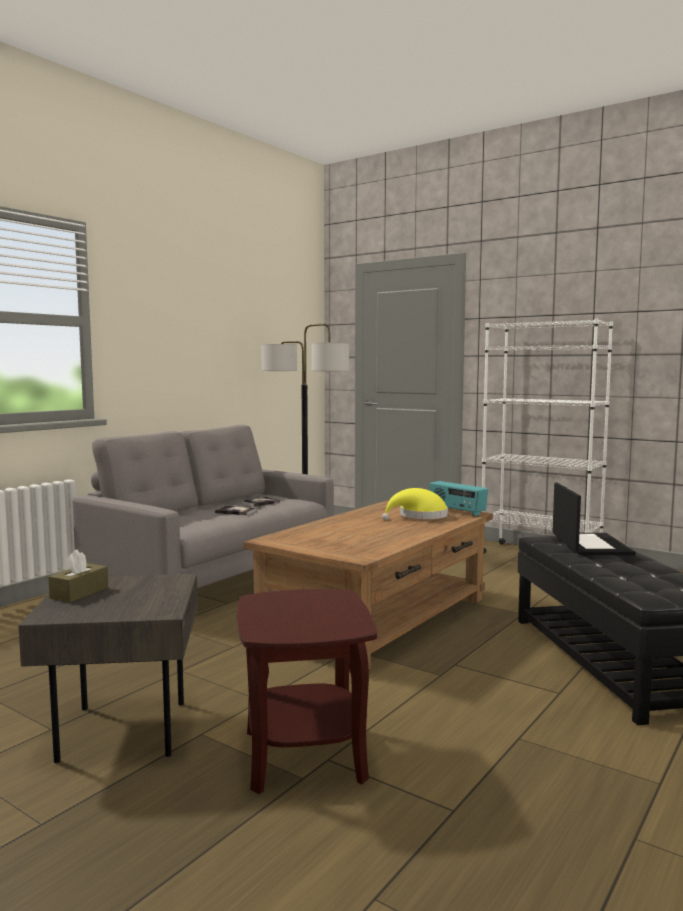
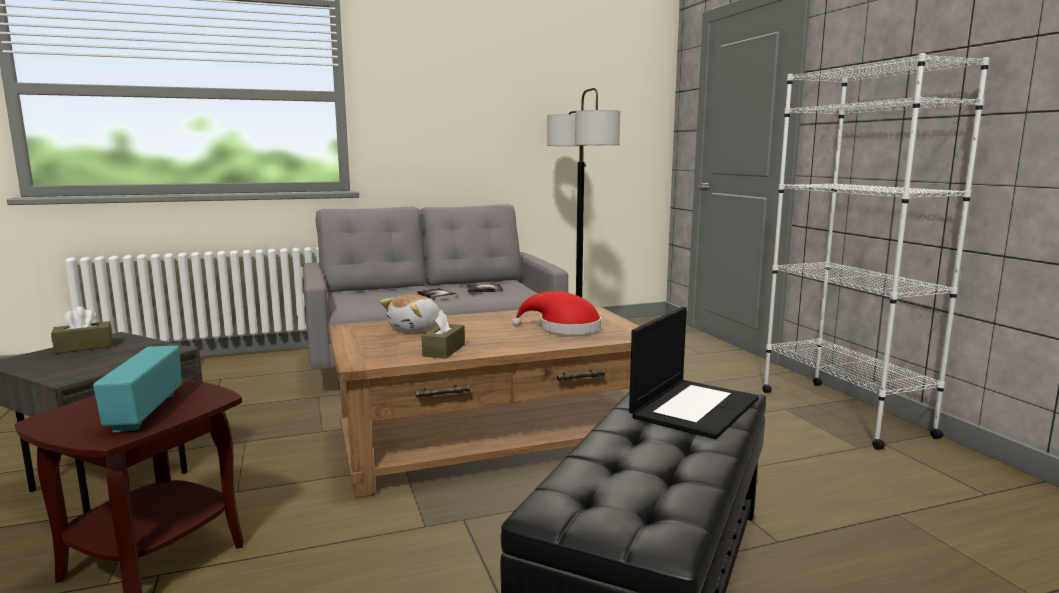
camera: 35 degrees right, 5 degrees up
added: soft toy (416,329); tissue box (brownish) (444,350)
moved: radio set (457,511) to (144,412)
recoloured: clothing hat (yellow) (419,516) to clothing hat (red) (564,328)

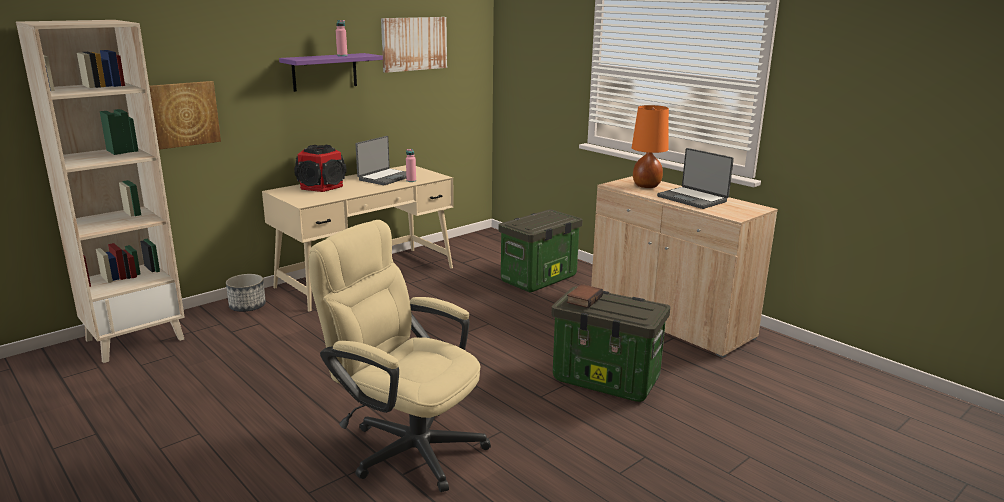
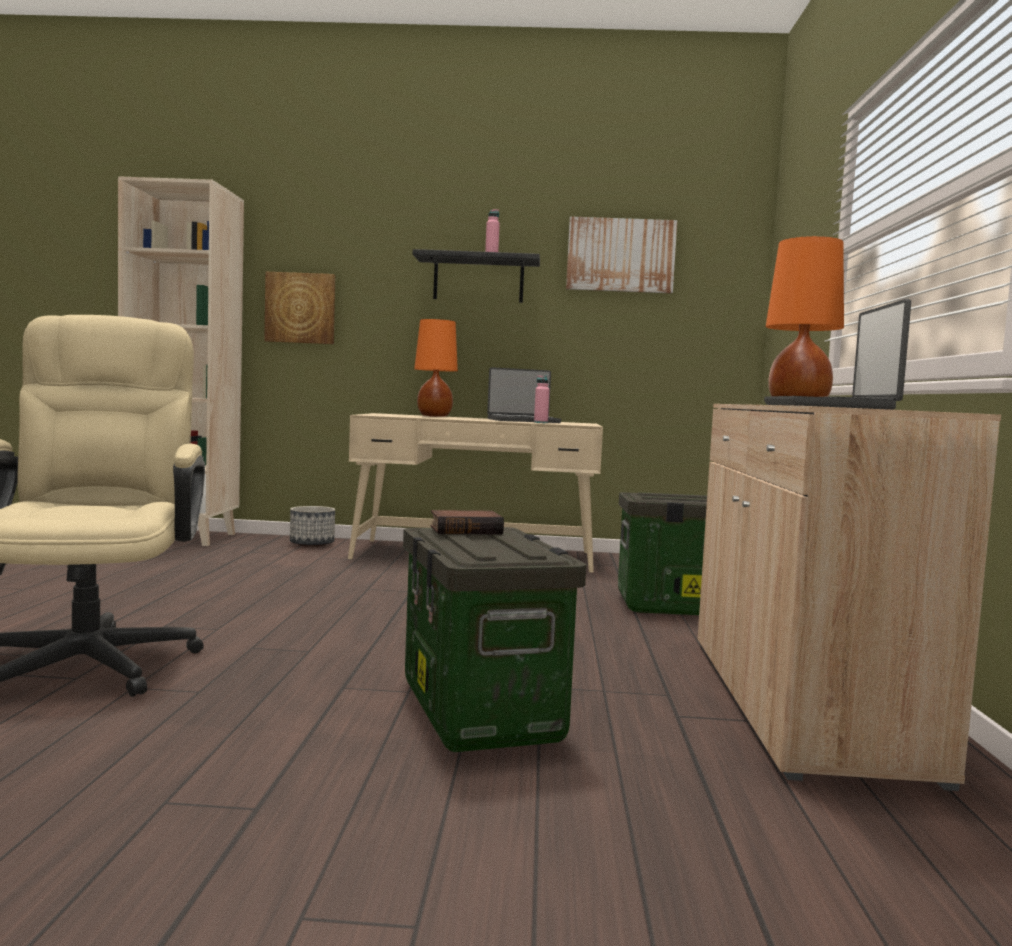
camera: 45 degrees right, 15 degrees down
replaced: loudspeaker (321,186) to table lamp (orangey) (434,416)
recoloured: shelf (purple) (324,72) to shelf (black-coloured) (478,280)

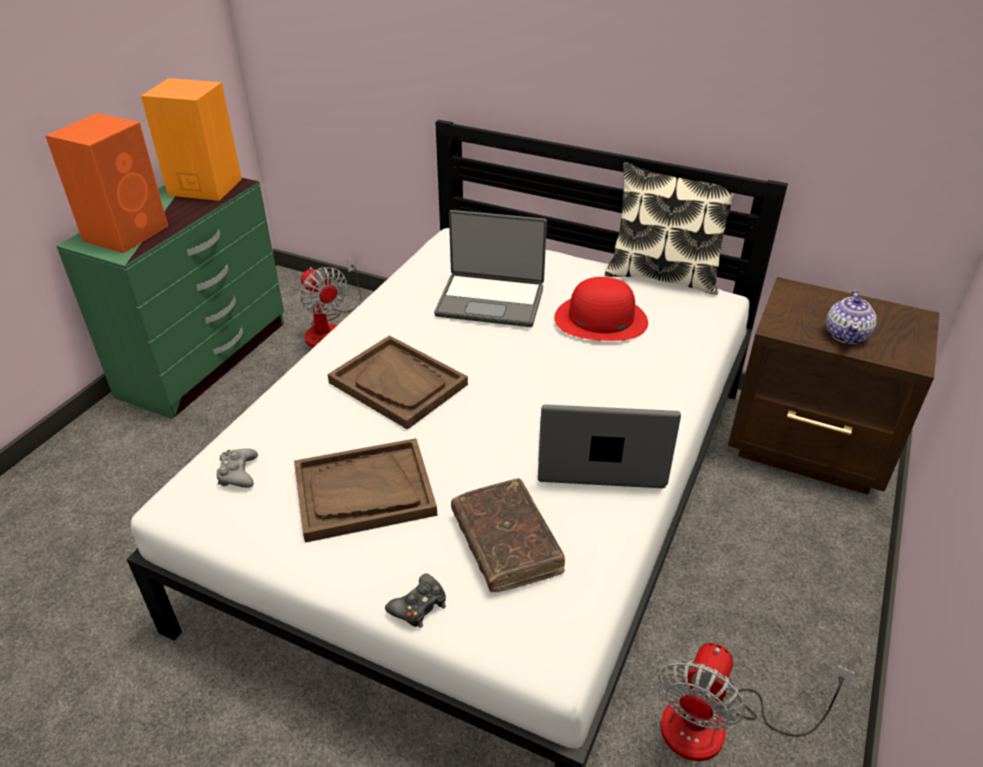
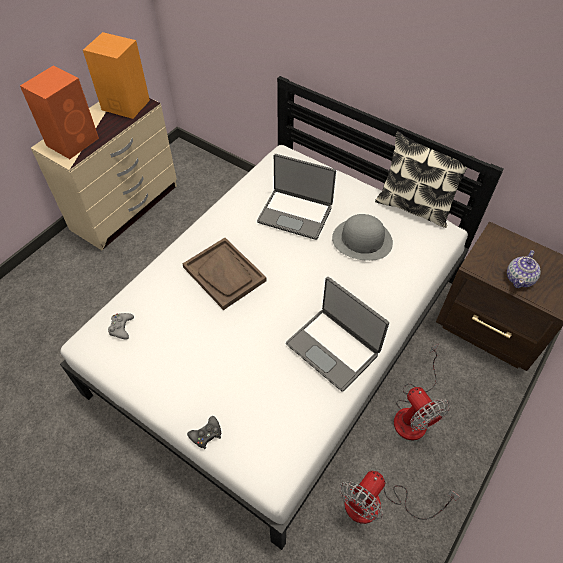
camera: 10 degrees right, 15 degrees up
removed: tray (brownish) (364,492); volume (brownish) (506,543)
moved: fan (330,328) to (413,413)
recoloured: dresser (greenish) (207,358) to dresser (sand-coloured) (126,207); clothing hat (red) (600,319) to clothing hat (grey) (362,240)
turned: portable computer (599,457) = (333,348) 150 degrees counterclockwise

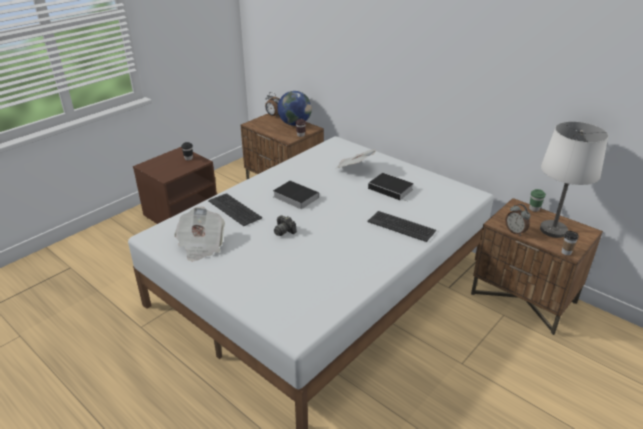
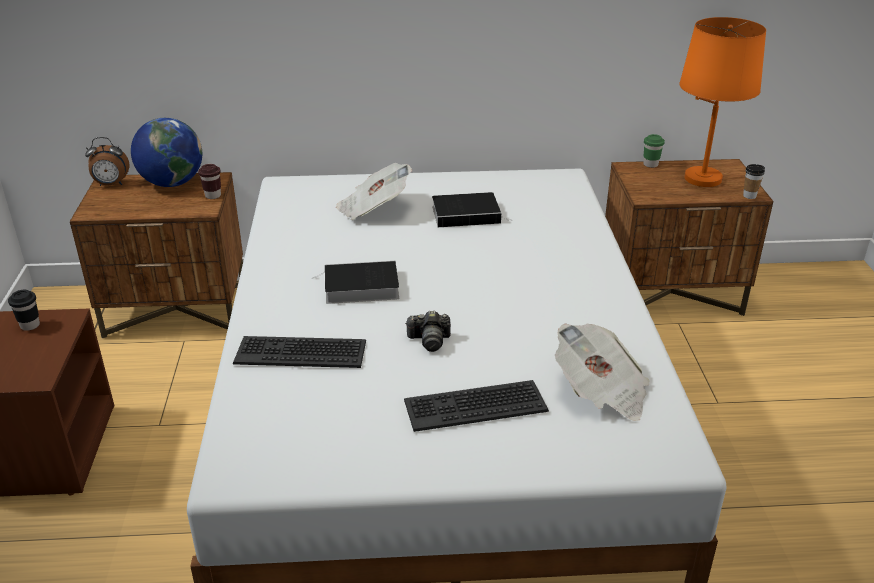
camera: 45 degrees left, 0 degrees up
removed: table clock (515,231)
moved: daily paper (201,245) to (601,392); PC keyboard (401,226) to (475,406)
recoloured: table lamp (whitish) (553,230) to table lamp (orangey) (703,178)

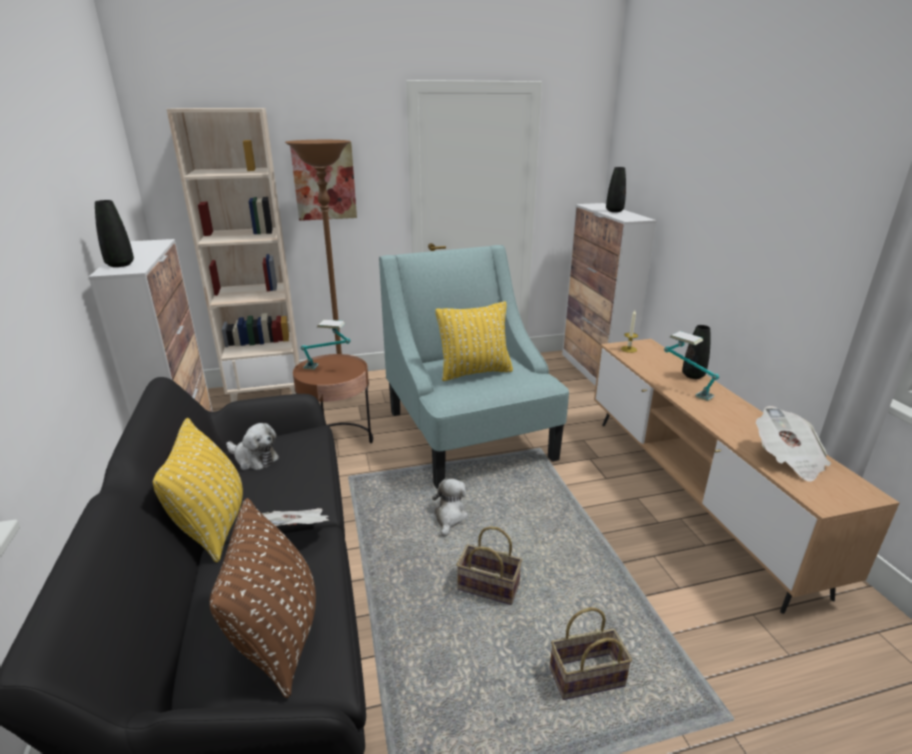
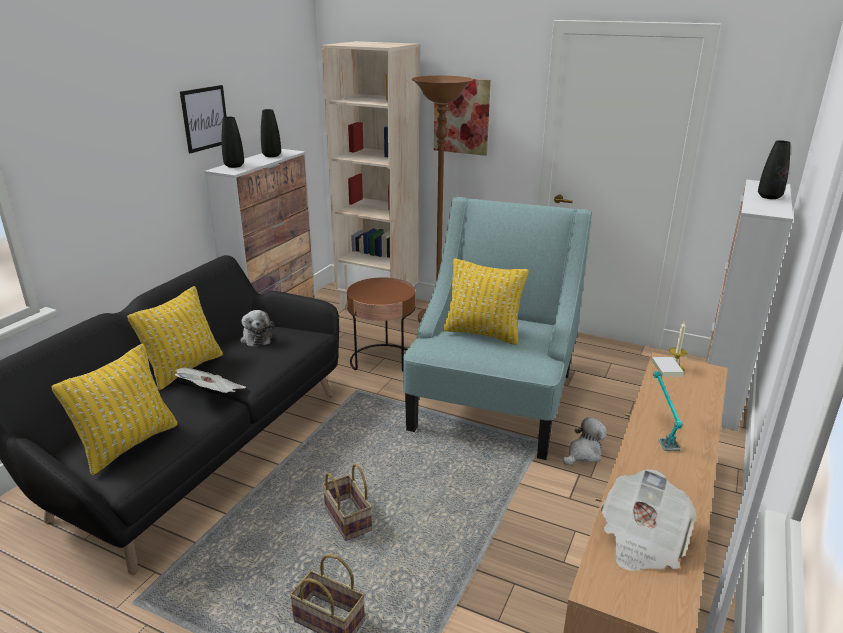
camera: 40 degrees right, 0 degrees up
removed: table lamp (328,368)
added: wall art (205,118)
moved: soft toy (450,517) to (583,454); decorative vase (black-coloured) (693,376) to (272,156)
recoloured: pillow (brownish) (278,636) to pillow (yellow) (128,444)

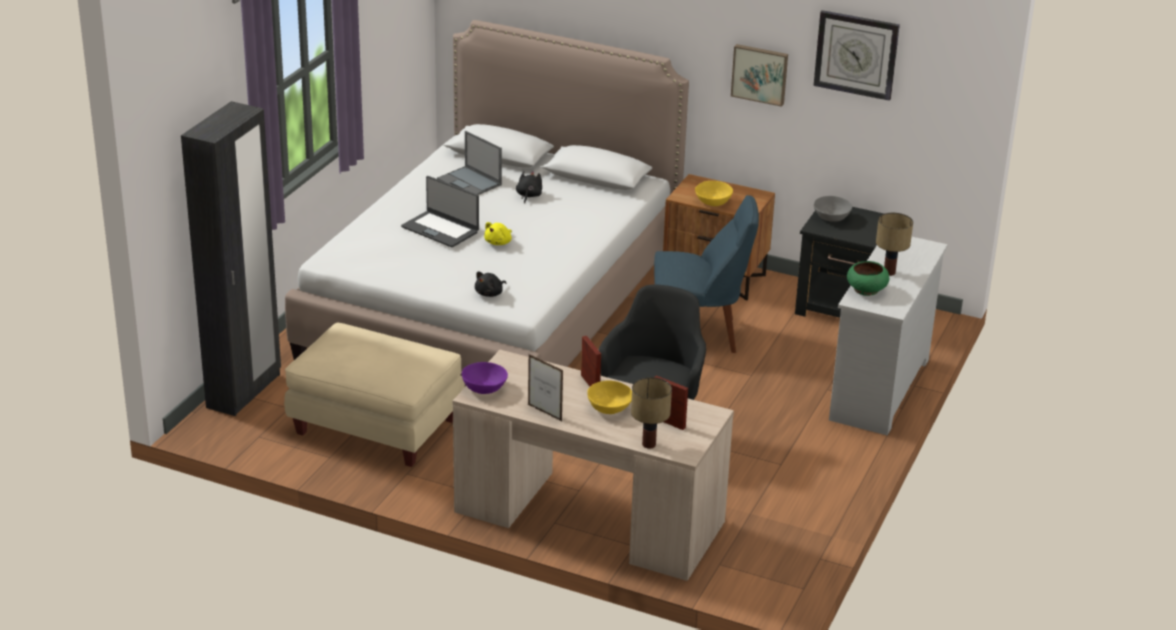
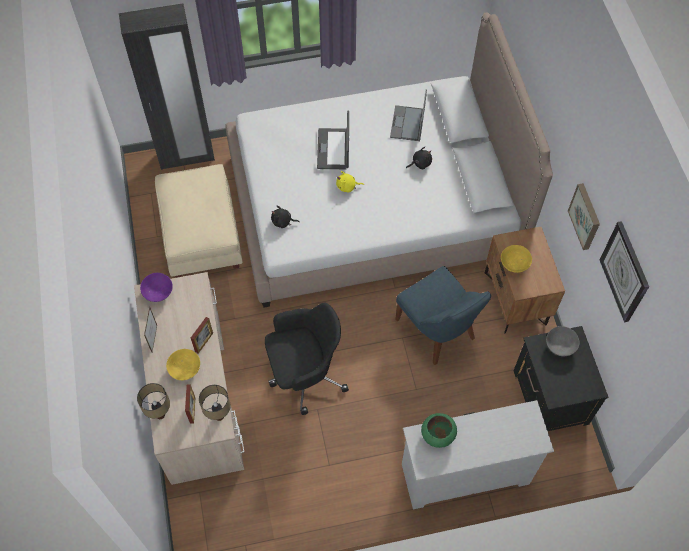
camera: 55 degrees right, 30 degrees up
moved: table lamp (889,273) to (218,416)

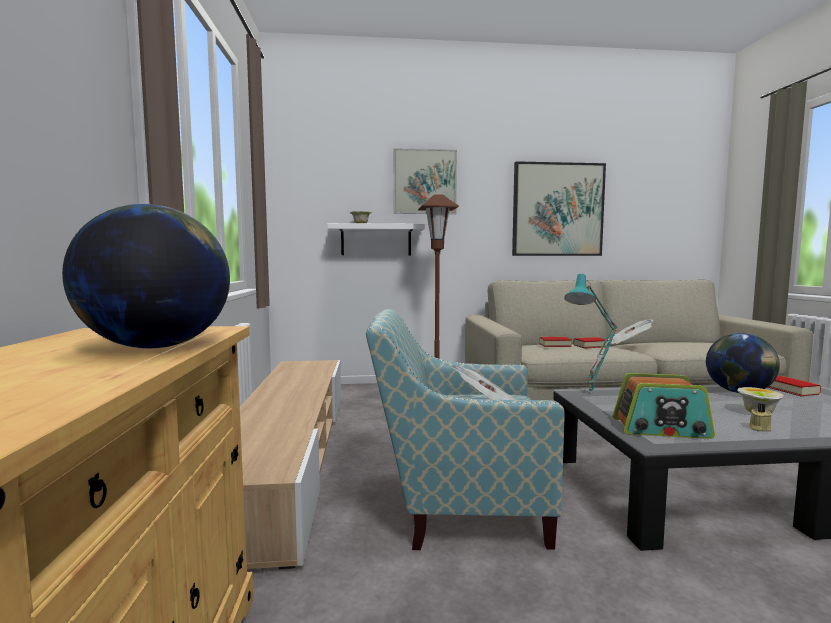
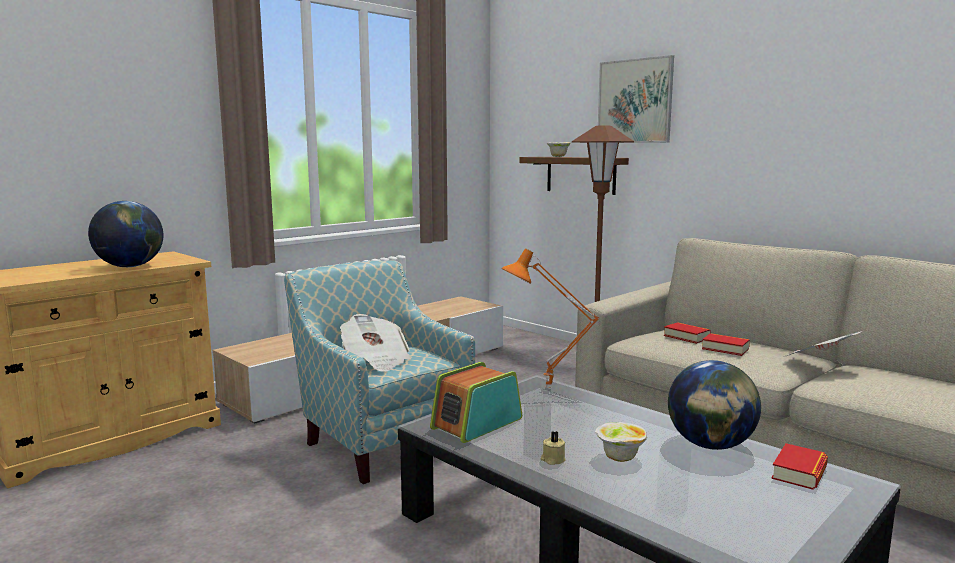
camera: 50 degrees right, 5 degrees up
removed: wall art (557,210)
recoloured: shelf (whitish) (376,240) to shelf (brownish) (580,175); table lamp (turquoise-coloured) (593,394) to table lamp (orangey) (547,388)
turned: radio set (661,428) = (476,423) 75 degrees clockwise

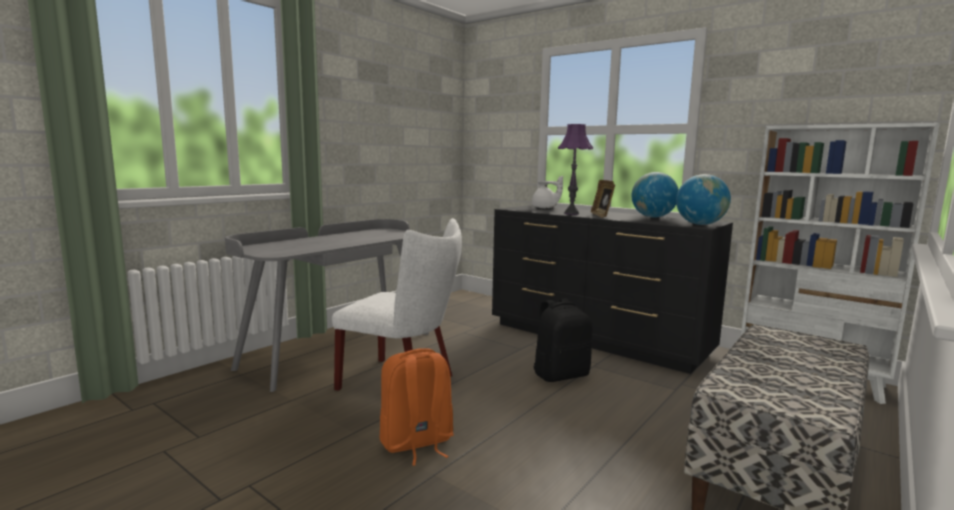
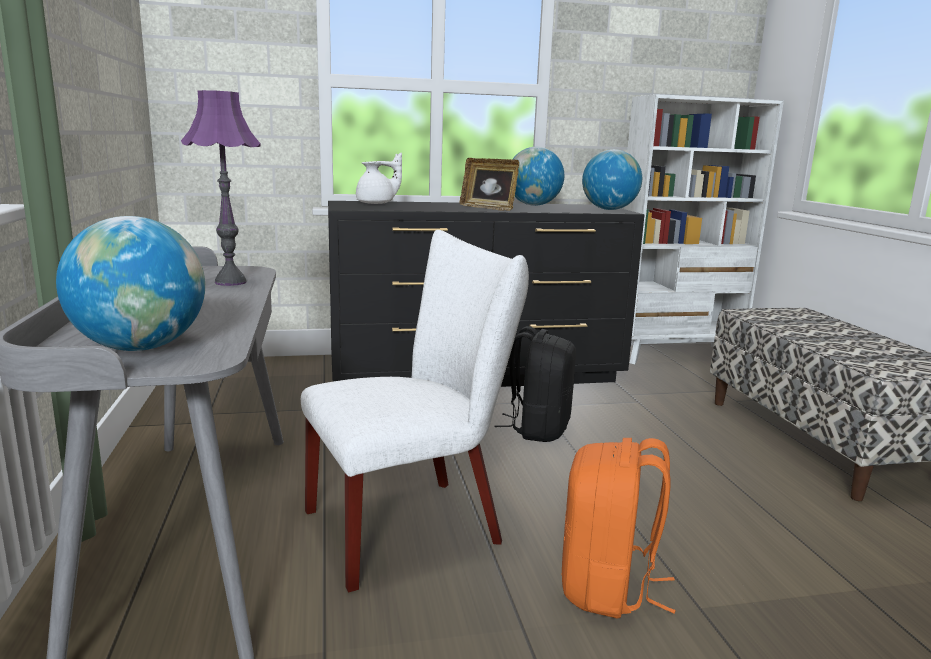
camera: 50 degrees left, 5 degrees up
added: world globe (140,348)
moved: table lamp (purple) (571,213) to (230,282)

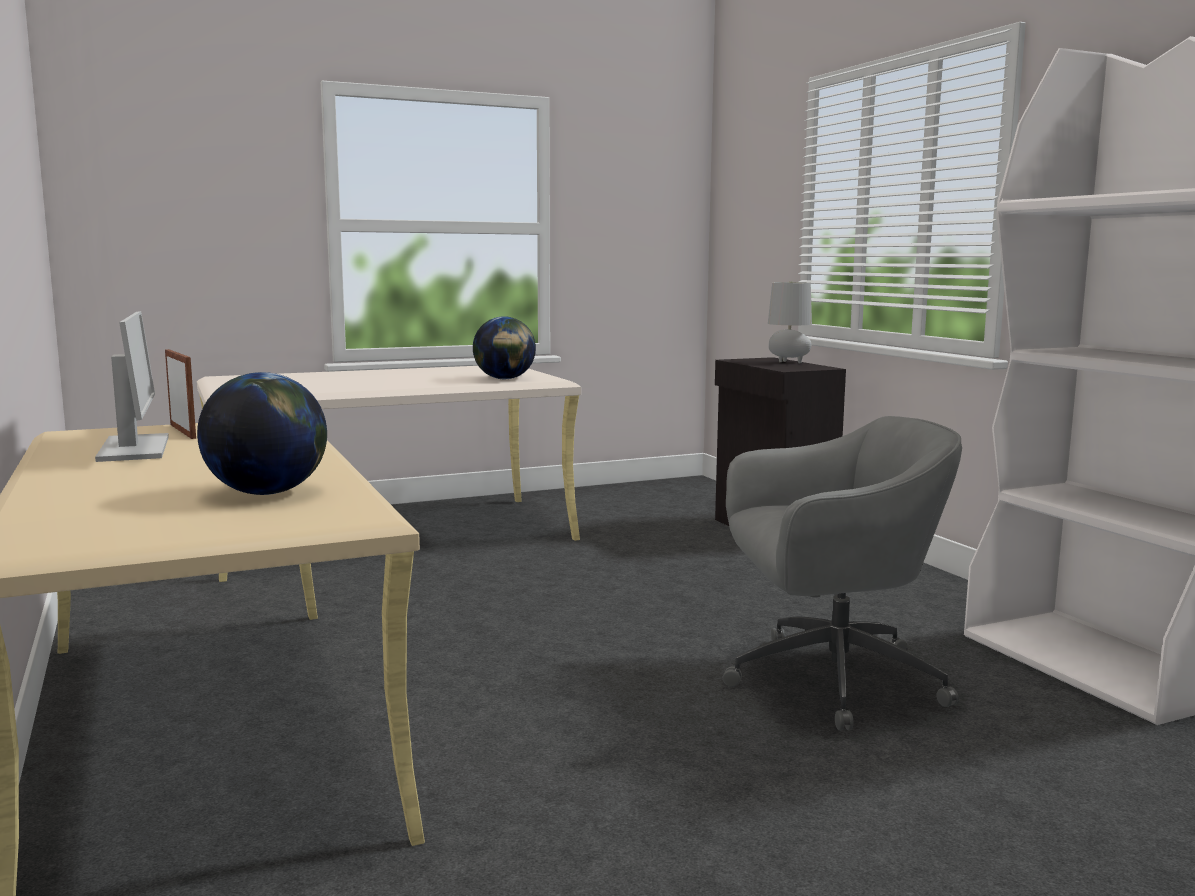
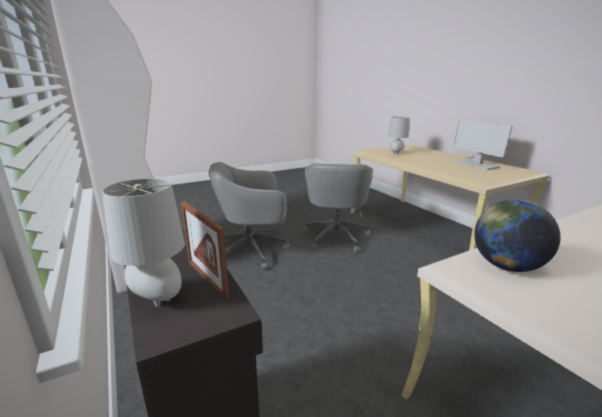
camera: 175 degrees right, 10 degrees up
added: desk chair (grey) (336,236)
moved: standing frame (182,431) to (207,279)
replaced: world globe (267,493) to table lamp (grey) (396,154)

